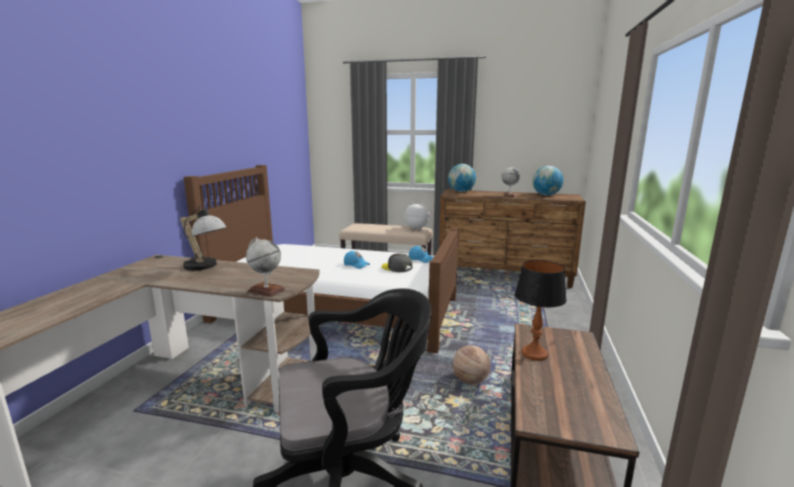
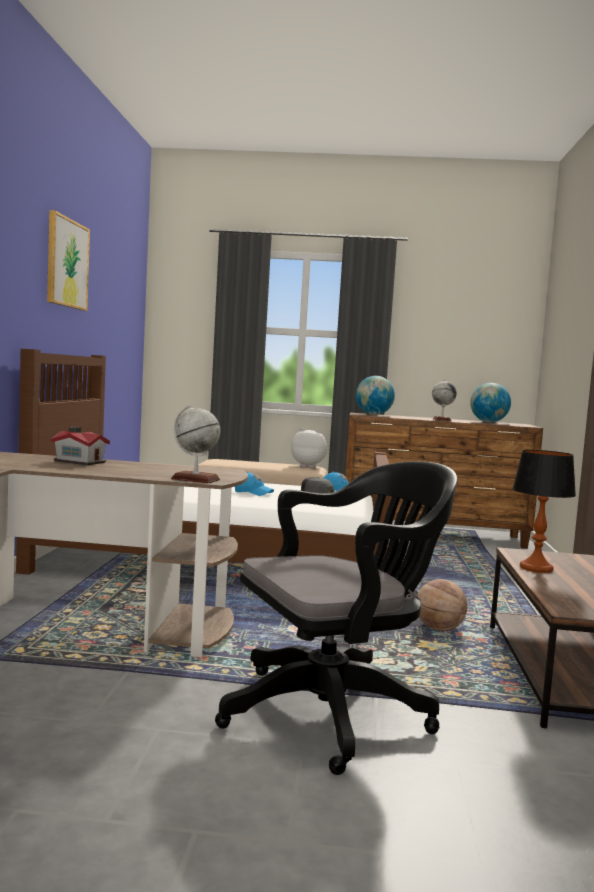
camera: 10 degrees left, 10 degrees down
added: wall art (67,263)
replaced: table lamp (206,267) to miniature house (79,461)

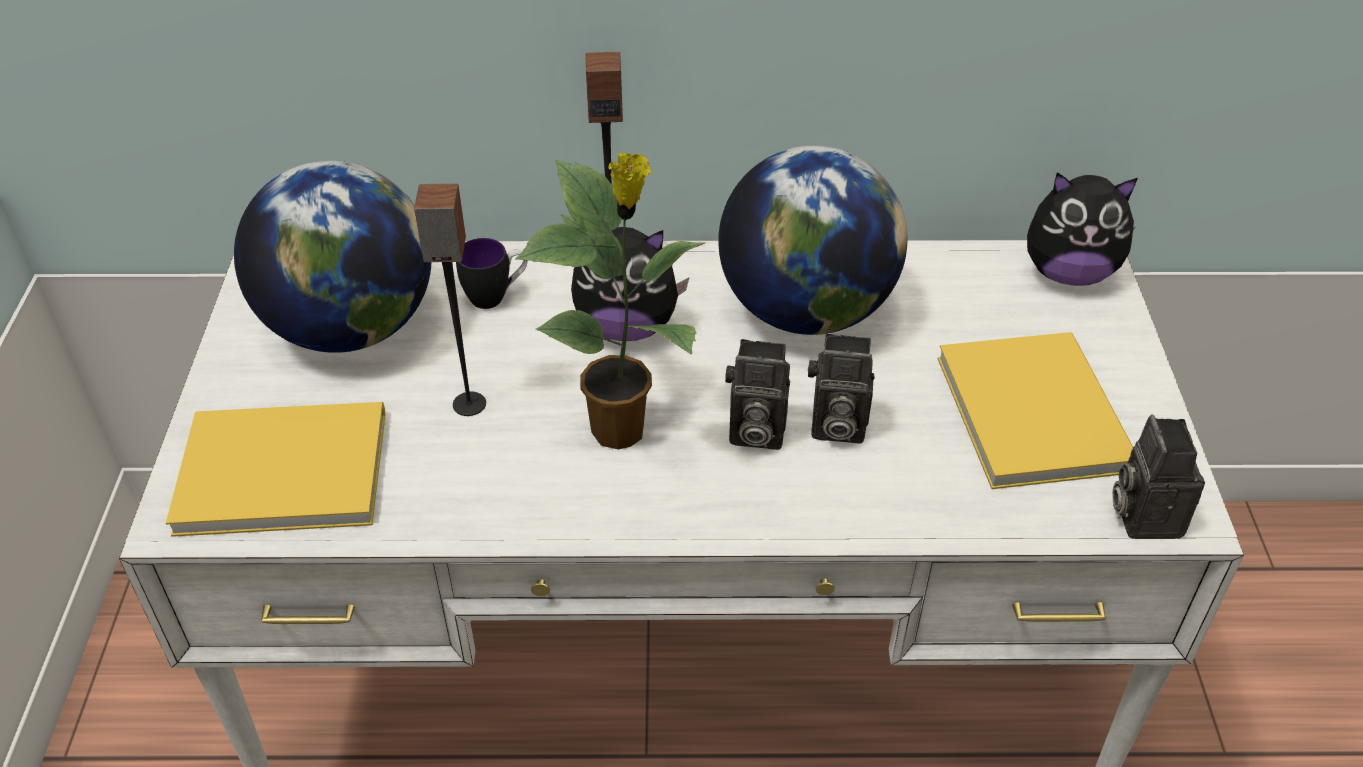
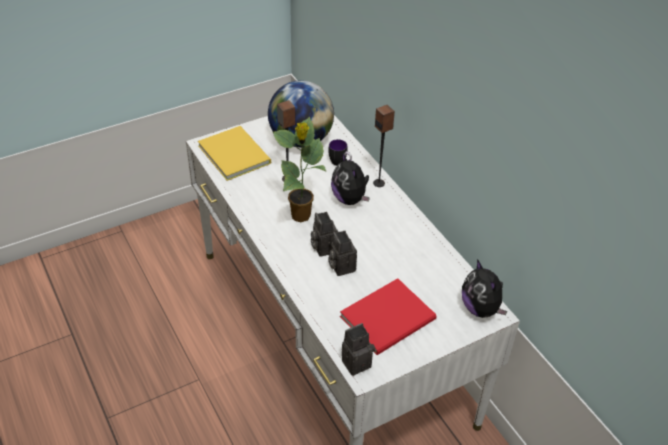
camera: 60 degrees right, 0 degrees up
removed: world globe (805,311)
recoloured: volume (yellow) (1036,408) to volume (red) (391,318)

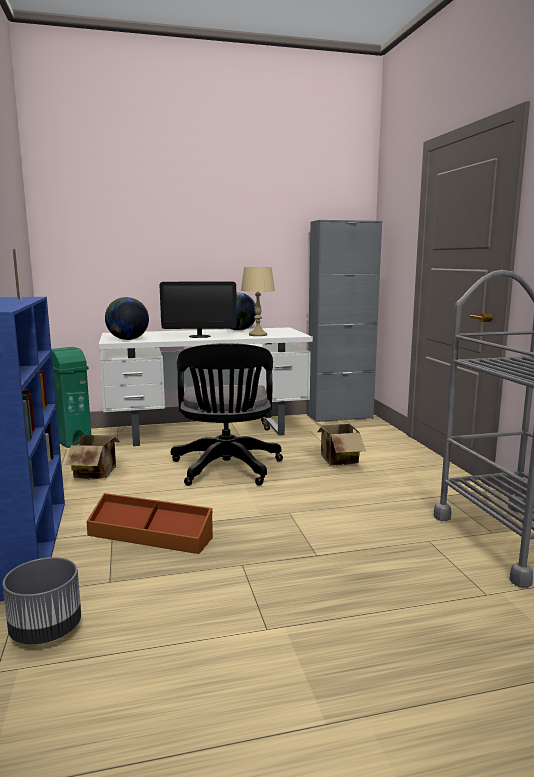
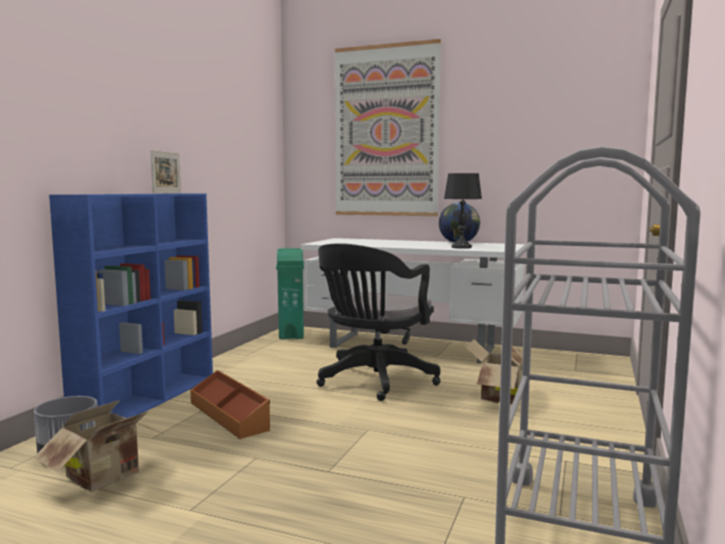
camera: 35 degrees right, 5 degrees down
removed: world globe (128,339); computer screen (199,336); storage cabinet (grey) (340,417)
added: wall art (386,131)
moved: cardboard box (99,473) to (107,477)
recoloured: table lamp (sand-coloured) (257,335) to table lamp (black-coloured) (461,247)

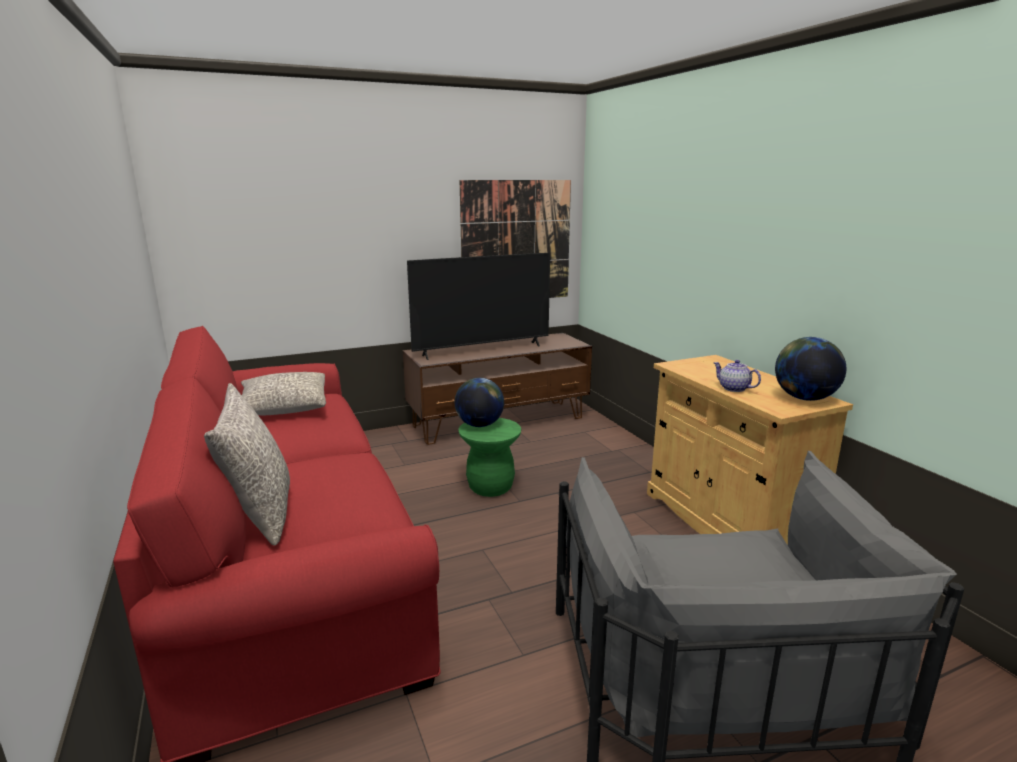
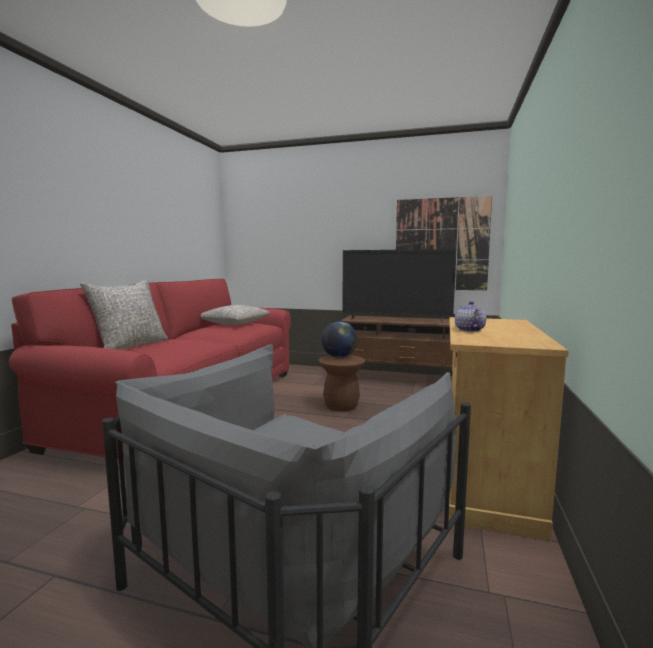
camera: 40 degrees right, 10 degrees down
removed: world globe (804,398)
recoloured: sitting stool (greenish) (490,487) to sitting stool (brownish) (341,406)

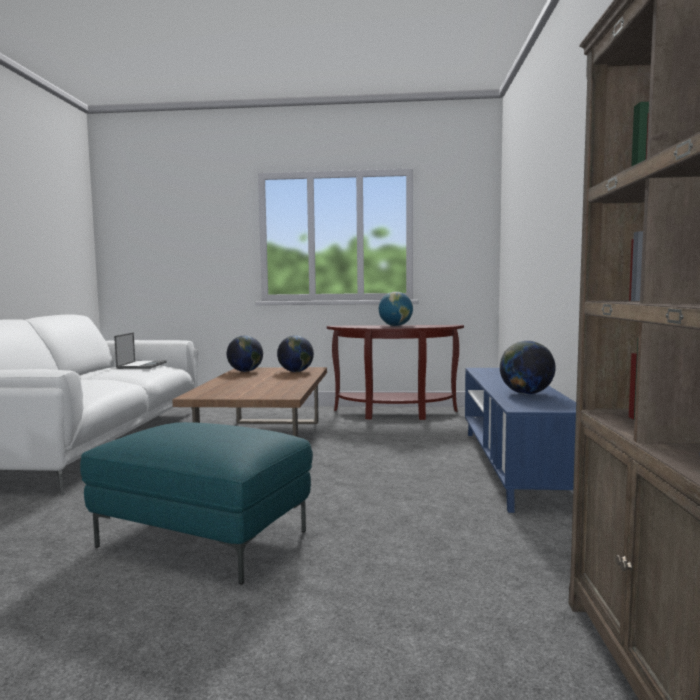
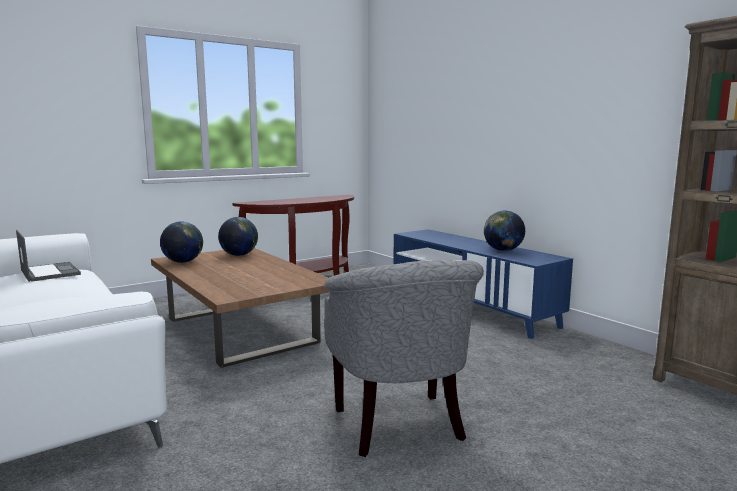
camera: 40 degrees left, 5 degrees up
removed: world globe (395,326)
replaced: pouffe (turquoise-coloured) (201,539) to easy chair (grey) (401,427)

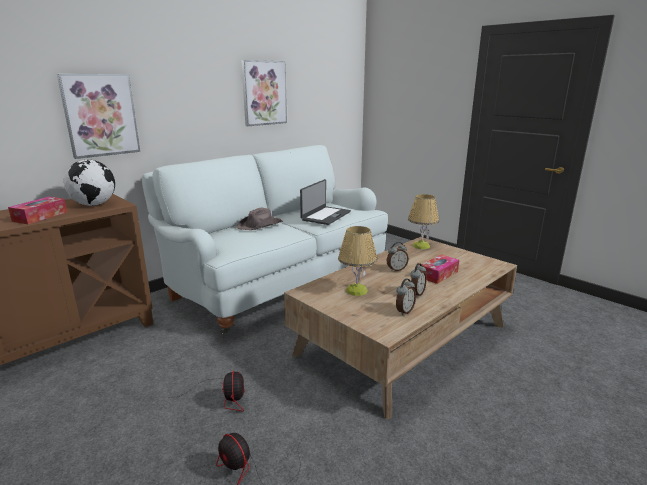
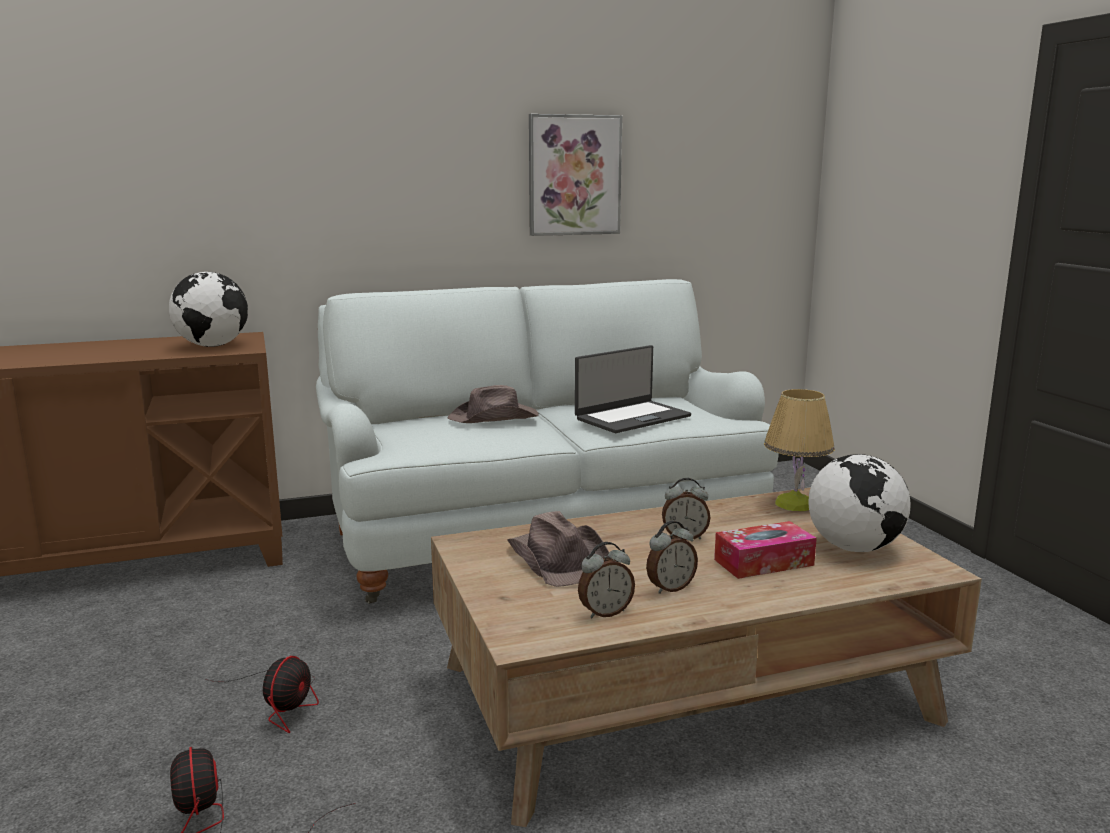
camera: 25 degrees right, 5 degrees down
removed: tissue box (40,216); wall art (100,115)
added: world globe (854,548)
replaced: table lamp (356,290) to clothing hat (brownish) (559,559)

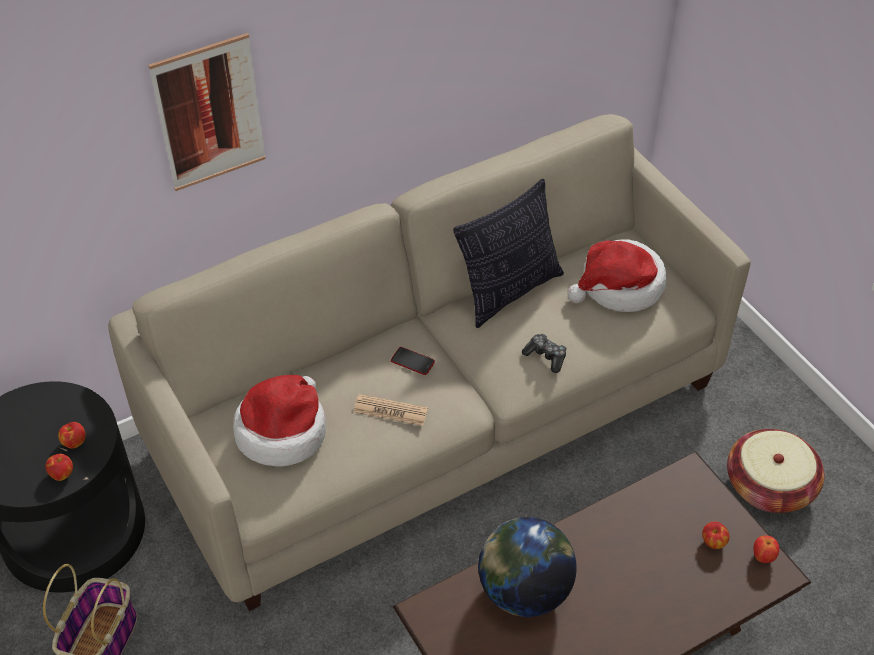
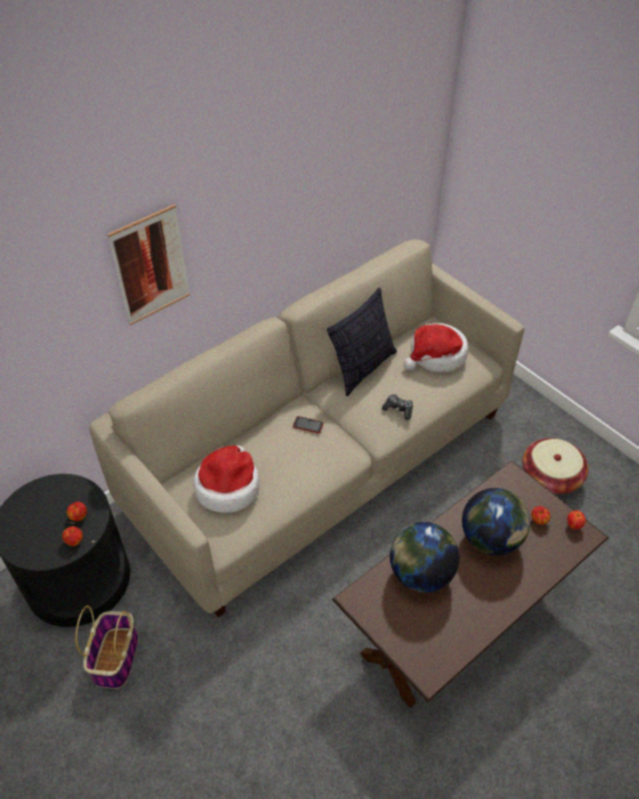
camera: 10 degrees left, 0 degrees up
removed: daily paper (390,411)
added: world globe (490,539)

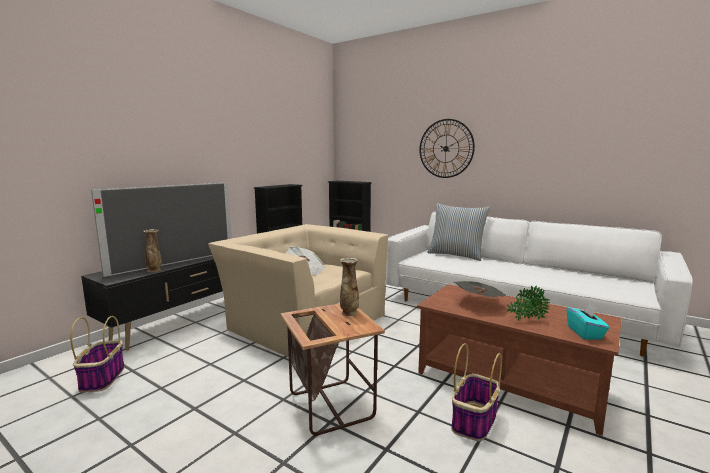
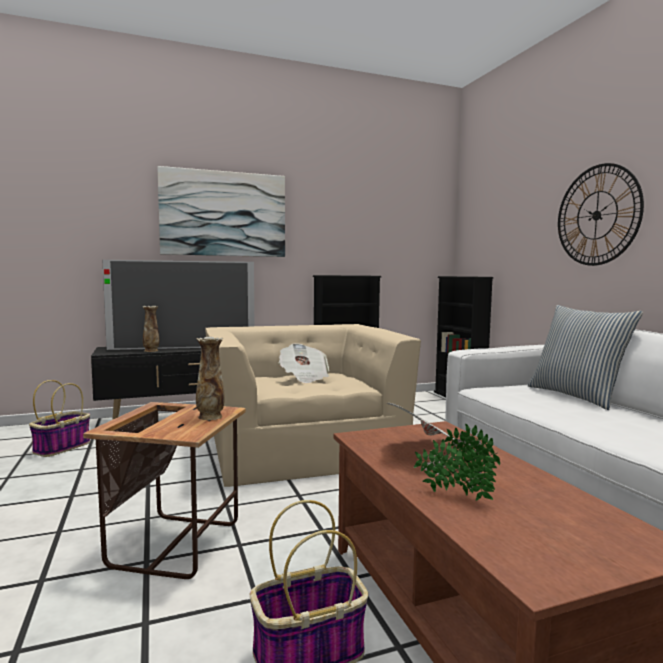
camera: 35 degrees right, 5 degrees down
removed: tissue box (turquoise-coloured) (585,333)
added: wall art (224,214)

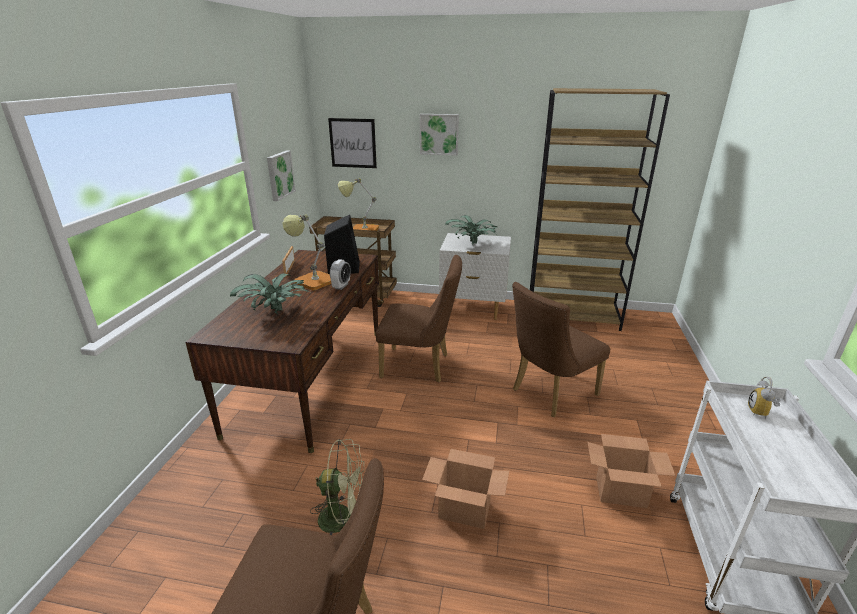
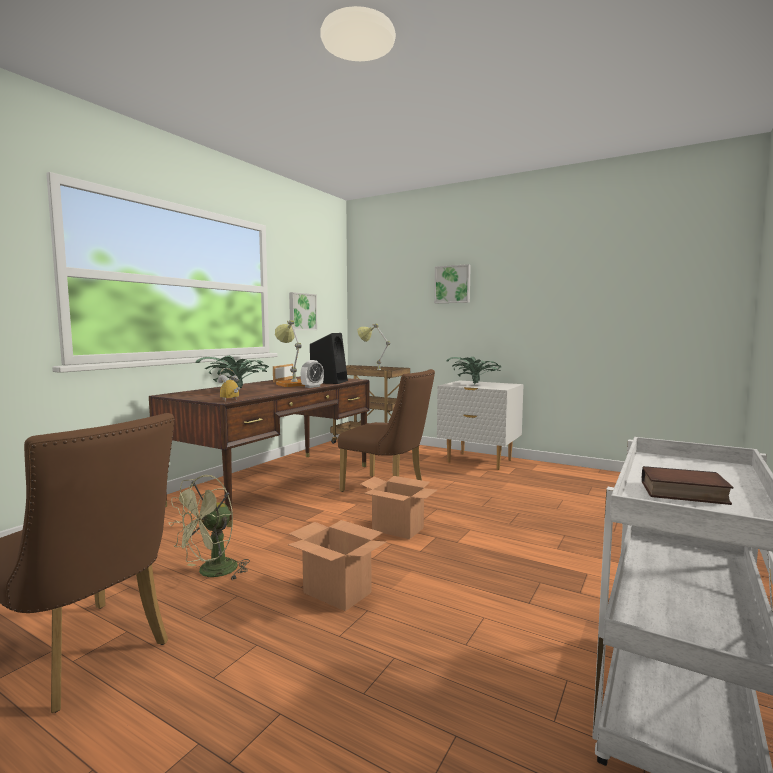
camera: 20 degrees right, 20 degrees down
removed: wall art (353,143); chair (brownish) (549,394); bookcase (brownish) (573,316)
added: volume (682,493)
moved: cardboard box (621,492) to (398,529); table clock (761,413) to (231,400)
turned: fan (greenish) (343,517) = (211,573) 105 degrees clockwise

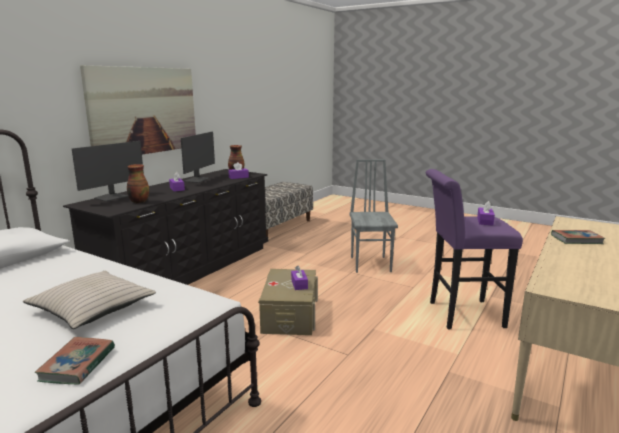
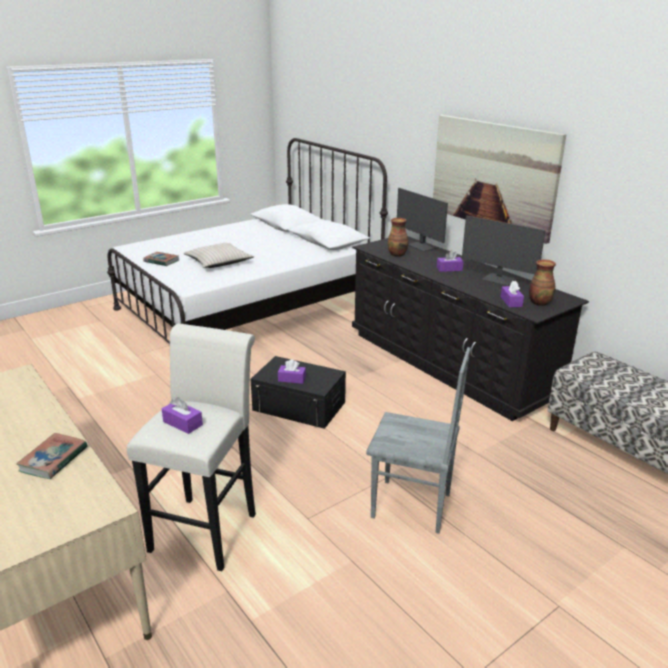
camera: 110 degrees right, 10 degrees up
recoloured: storage bin (sand-coloured) (289,315) to storage bin (black-coloured) (299,406); sitting stool (purple) (460,314) to sitting stool (whitish) (207,527)

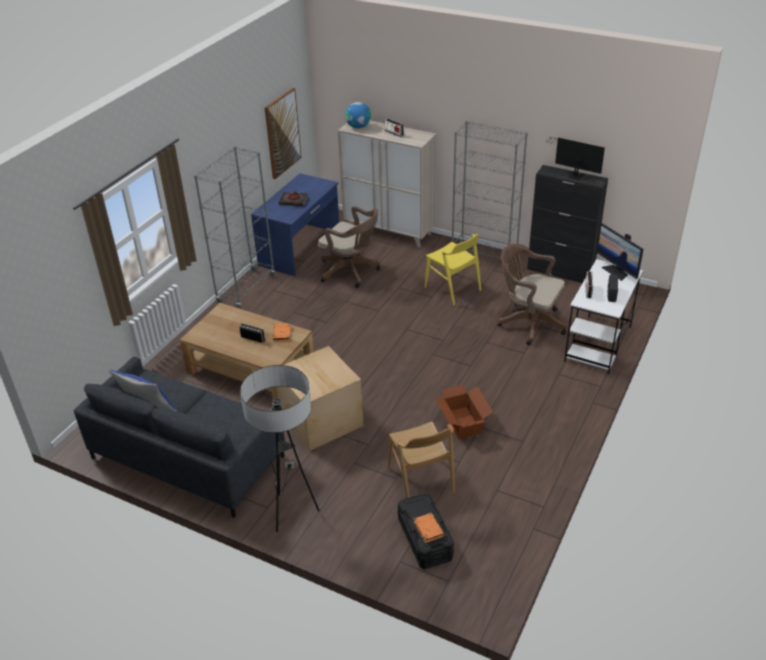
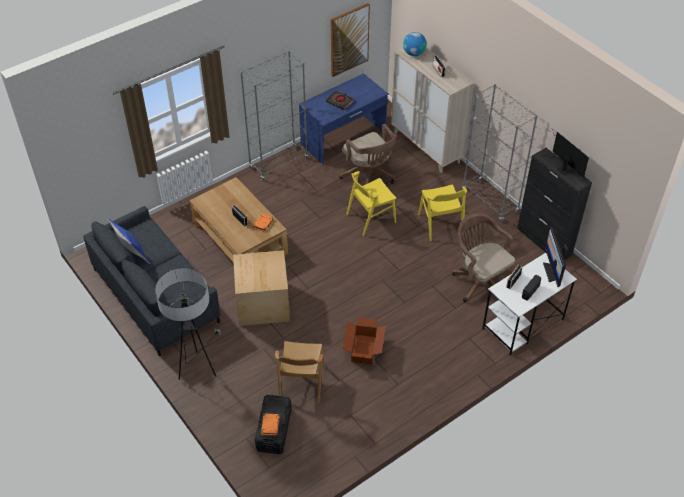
camera: 25 degrees right, 10 degrees up
added: chair (yellow) (370,218)

